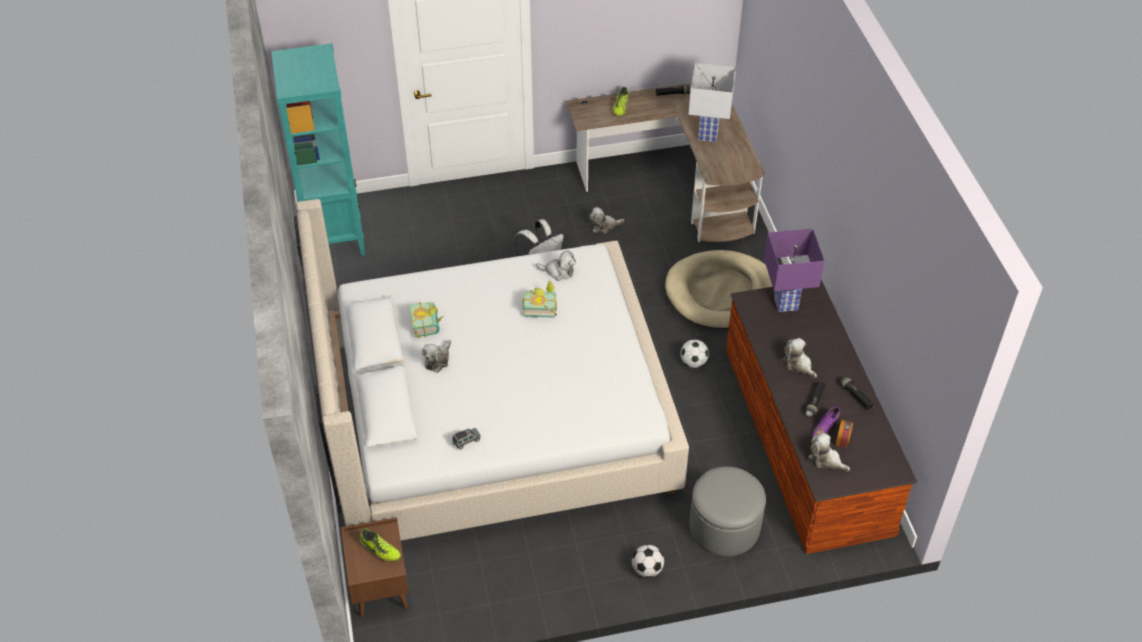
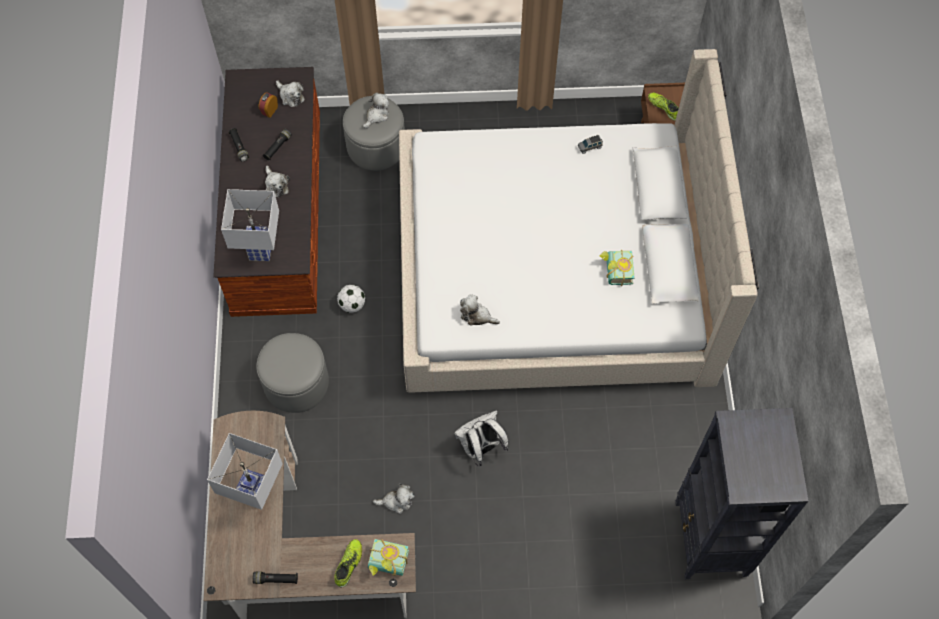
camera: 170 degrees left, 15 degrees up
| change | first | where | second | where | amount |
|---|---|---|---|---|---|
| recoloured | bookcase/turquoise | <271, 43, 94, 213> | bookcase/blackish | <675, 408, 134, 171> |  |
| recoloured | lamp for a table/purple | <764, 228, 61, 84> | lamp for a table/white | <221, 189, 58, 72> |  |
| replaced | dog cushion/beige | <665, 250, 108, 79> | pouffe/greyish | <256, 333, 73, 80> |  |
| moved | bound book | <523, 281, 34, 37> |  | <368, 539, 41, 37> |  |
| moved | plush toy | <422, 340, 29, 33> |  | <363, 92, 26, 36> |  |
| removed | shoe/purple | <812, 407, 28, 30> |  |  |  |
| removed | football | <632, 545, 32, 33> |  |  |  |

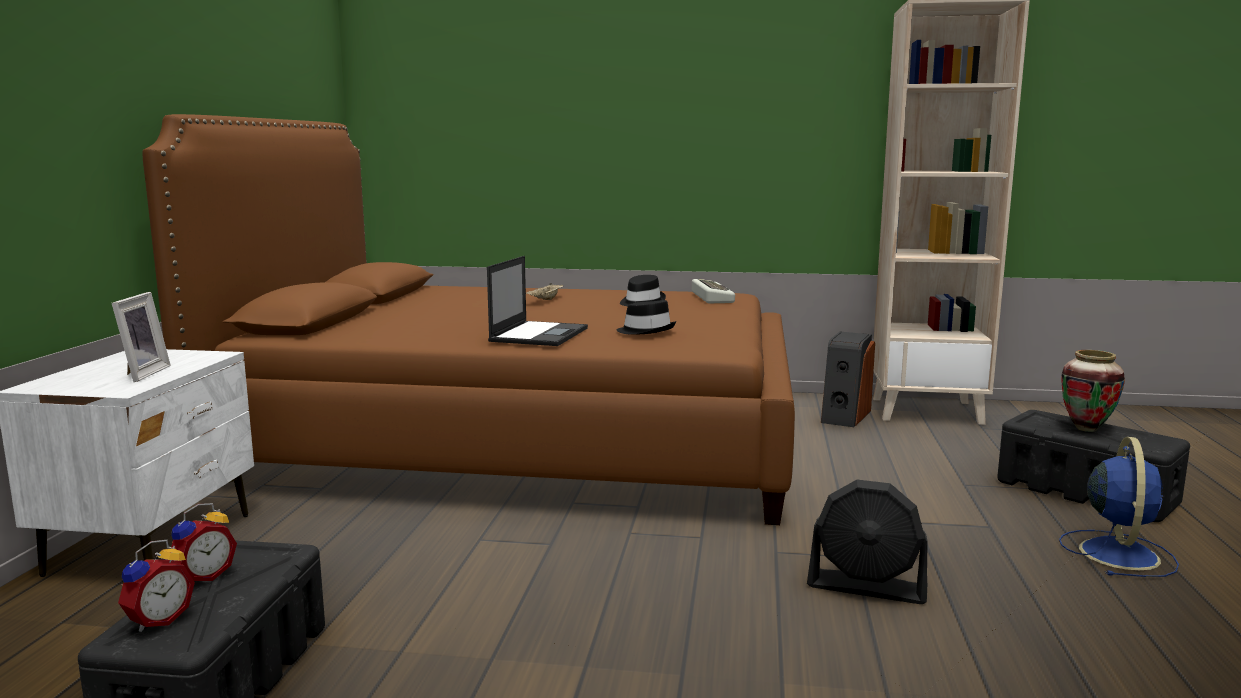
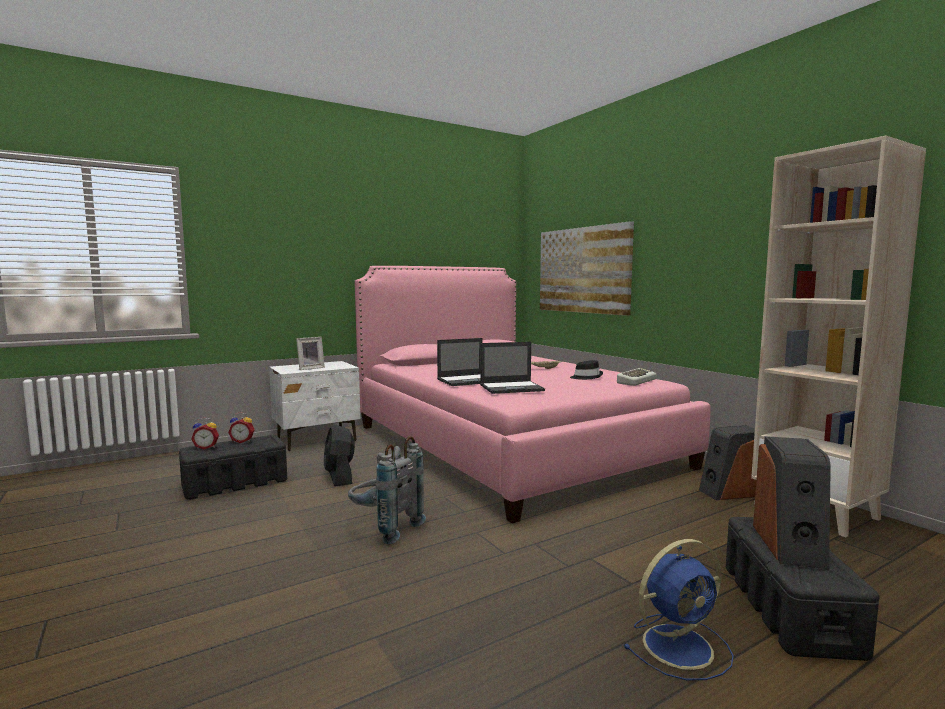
camera: 50 degrees right, 5 degrees down
| change | first | where | second | where | amount |
|---|---|---|---|---|---|
| recoloured | sleeping bed/brown-coloured | <142, 114, 653, 411> | sleeping bed/pink-coloured | <355, 266, 356, 258> |  |
| replaced | clothing hat/blackish | <617, 300, 59, 34> | laptop | <480, 342, 65, 52> |  |
| replaced | flower vase | <1061, 350, 64, 82> | audio speaker | <753, 436, 78, 133> |  |
| moved | fan/blackish | <807, 480, 121, 124> |  | <324, 425, 31, 61> |  |
| added |  |  | wall art | <540, 221, 94, 95> |  |
| added |  |  | rucksack/greyish | <348, 436, 78, 108> |  |

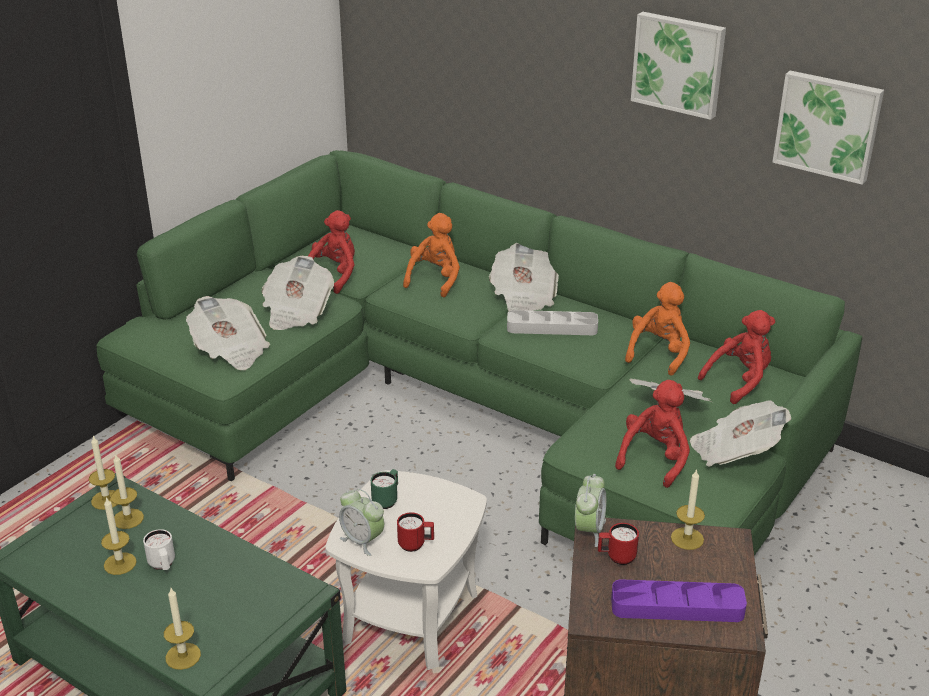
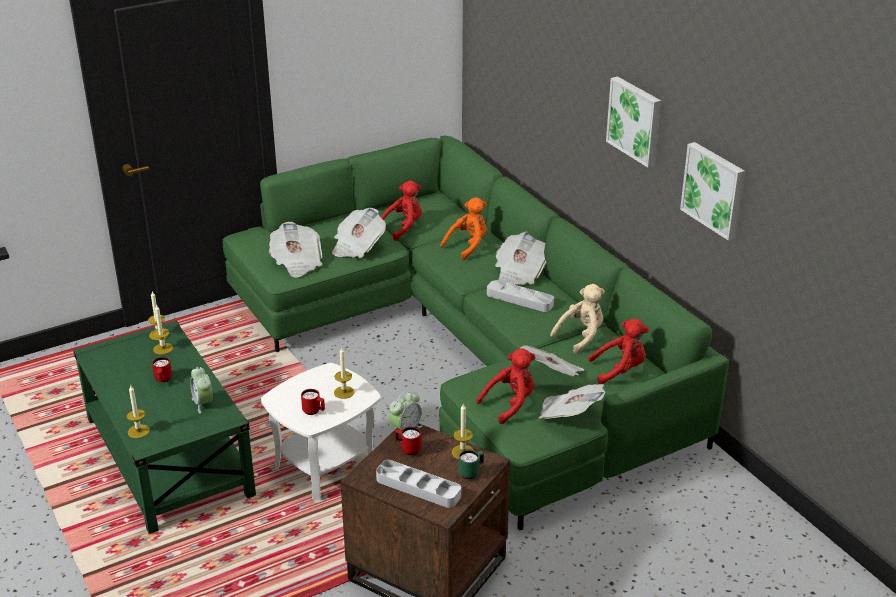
camera: 25 degrees right, 0 degrees up
| change | first | where | second | where | amount |
|---|---|---|---|---|---|
| recoloured | plush toy/orange | <625, 282, 65, 94> | plush toy/beige | <550, 284, 55, 70> |  |
| moved | tea mug/green-coloured | <371, 469, 27, 40> |  | <459, 450, 25, 29> |  |
| moved | table clock | <339, 489, 45, 67> |  | <190, 367, 23, 46> |  |
| moved | candle | <101, 497, 36, 78> |  | <334, 348, 20, 51> |  |
| recoloured | tea mug/white | <143, 529, 32, 41> | tea mug/reddish | <152, 357, 20, 25> |  |
| recoloured | carrying tray/purple | <611, 579, 136, 43> | carrying tray/greyish | <376, 460, 85, 48> |  |

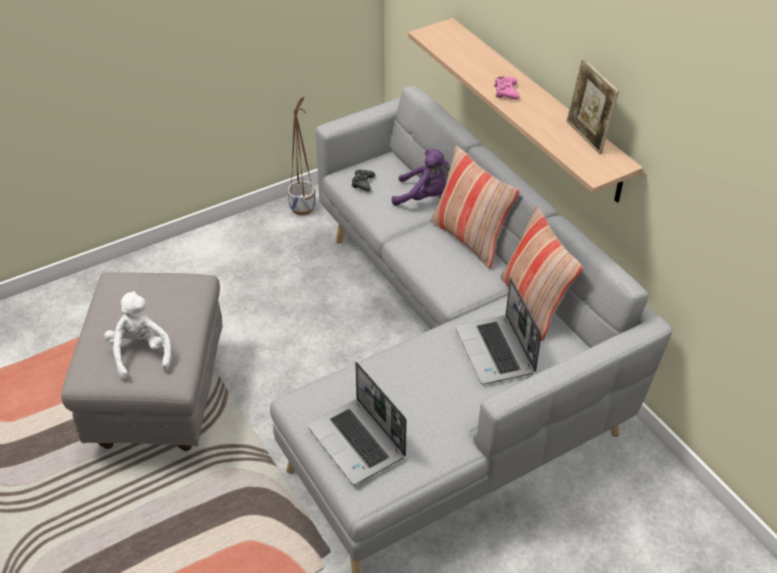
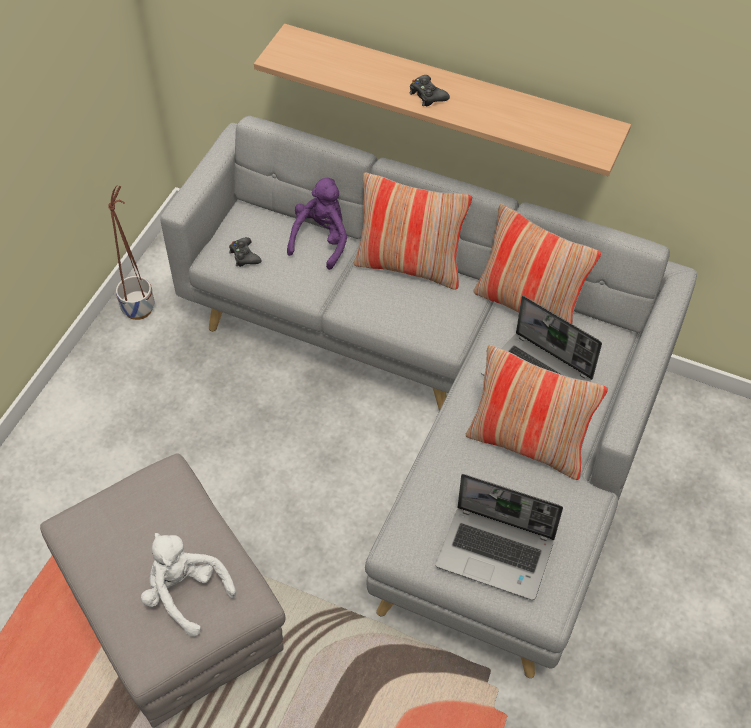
camera: 35 degrees left, 10 degrees up
| change | first | where | second | where | amount |
|---|---|---|---|---|---|
| removed | picture frame | <566, 58, 53, 96> |  |  |  |
| recoloured | joypad/pink-coloured | <494, 76, 26, 24> | joypad/blackish | <409, 75, 41, 31> |  |
| turned | plush toy/purple | <392, 149, 56, 57> |  | <287, 178, 60, 92> | 45 degrees counterclockwise |
| added |  |  | cushion | <466, 345, 142, 135> |  |

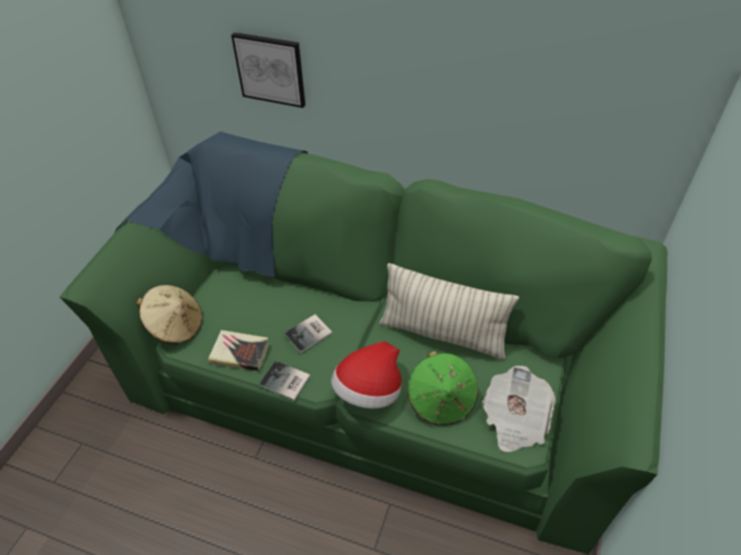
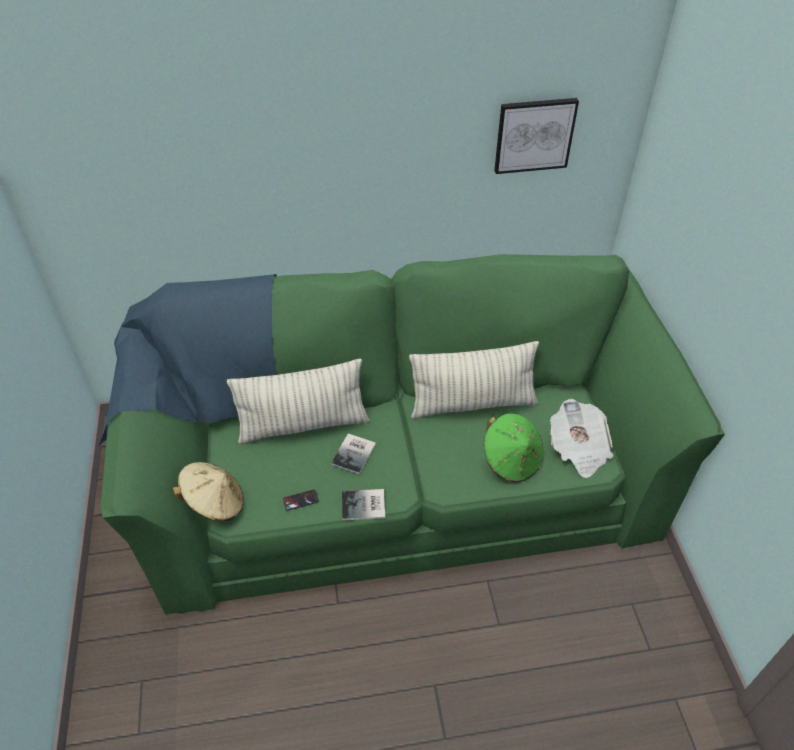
camera: 30 degrees left, 0 degrees up
| change | first | where | second | where | amount |
|---|---|---|---|---|---|
| moved | wall art | <231, 32, 74, 76> |  | <494, 98, 85, 76> |  |
| replaced | bound book | <208, 330, 61, 41> | handset | <283, 490, 36, 21> |  |
| removed | clothing hat | <331, 341, 71, 68> |  |  |  |
| added |  |  | cushion | <227, 359, 143, 85> |  |

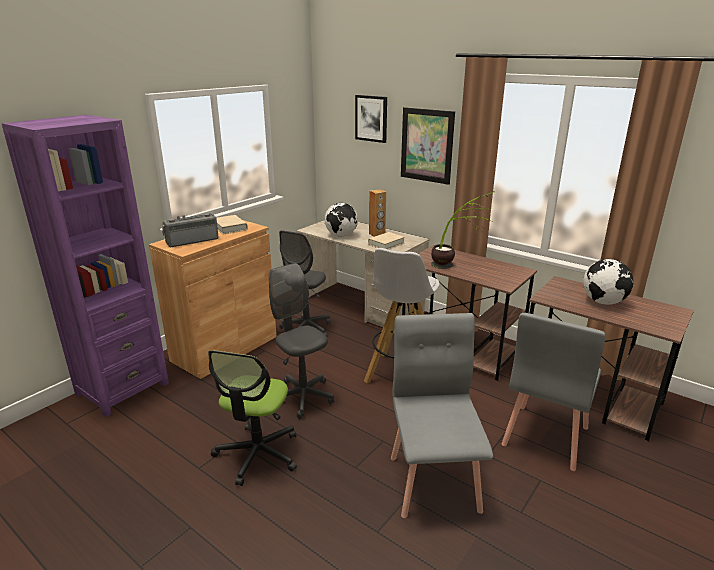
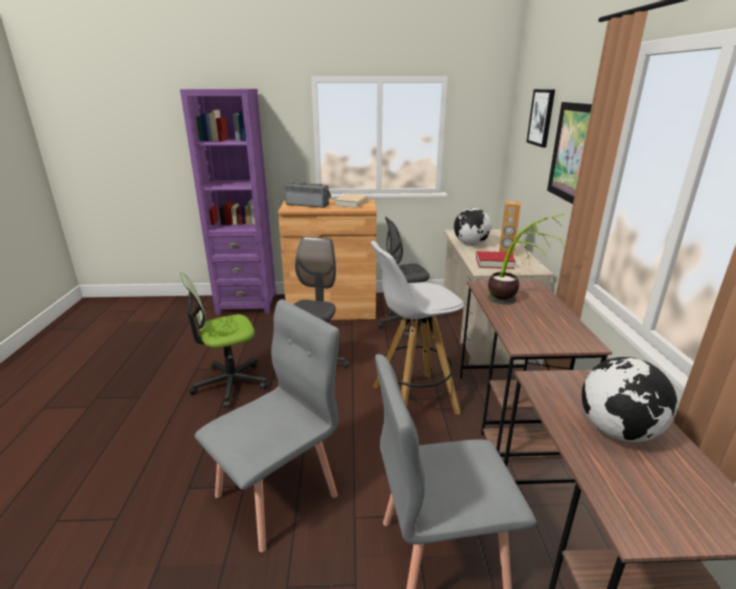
camera: 50 degrees right, 0 degrees up
| change | first | where | second | where | amount |
|---|---|---|---|---|---|
| recoloured | bound book/beige | <368, 232, 37, 17> | bound book/reddish | <476, 251, 40, 18> |  |

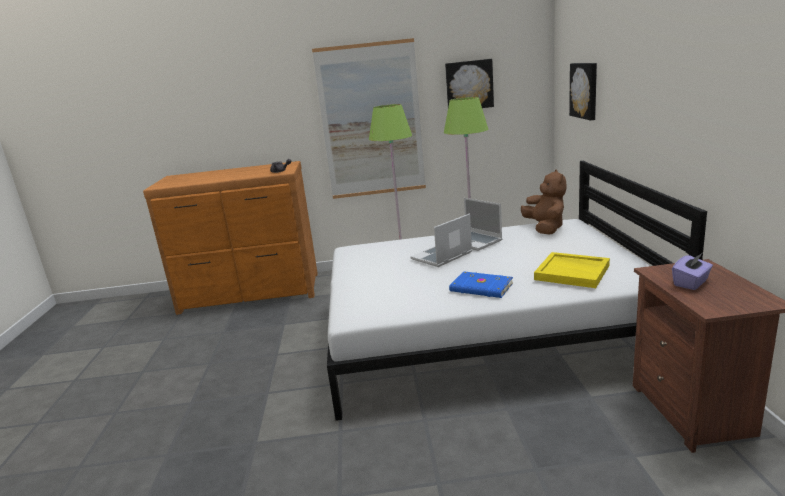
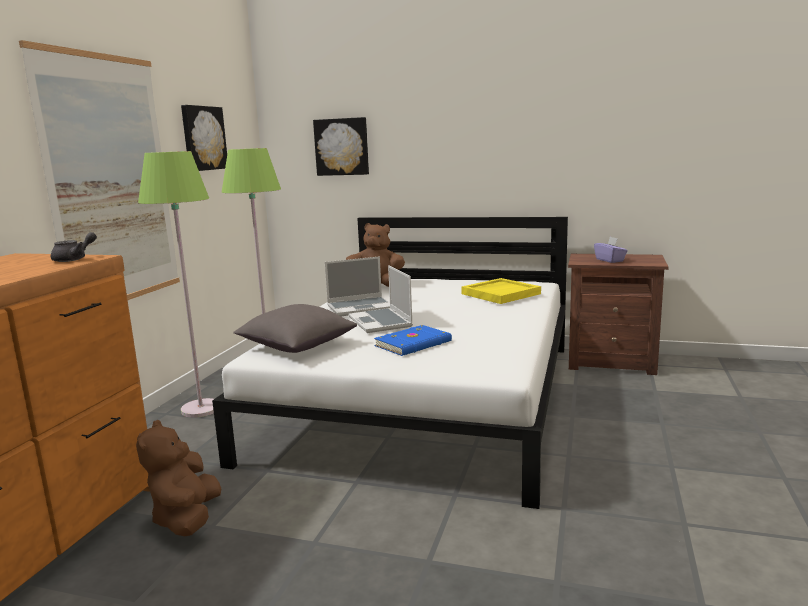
camera: 70 degrees left, 5 degrees down
| change | first | where | second | where | amount |
|---|---|---|---|---|---|
| moved | bound book/bluish | <449, 271, 64, 27> |  | <374, 325, 78, 31> |  |
| added |  |  | cushion/greyish | <233, 304, 124, 49> |  |
| added |  |  | plush toy/brown-coloured | <136, 420, 85, 116> |  |

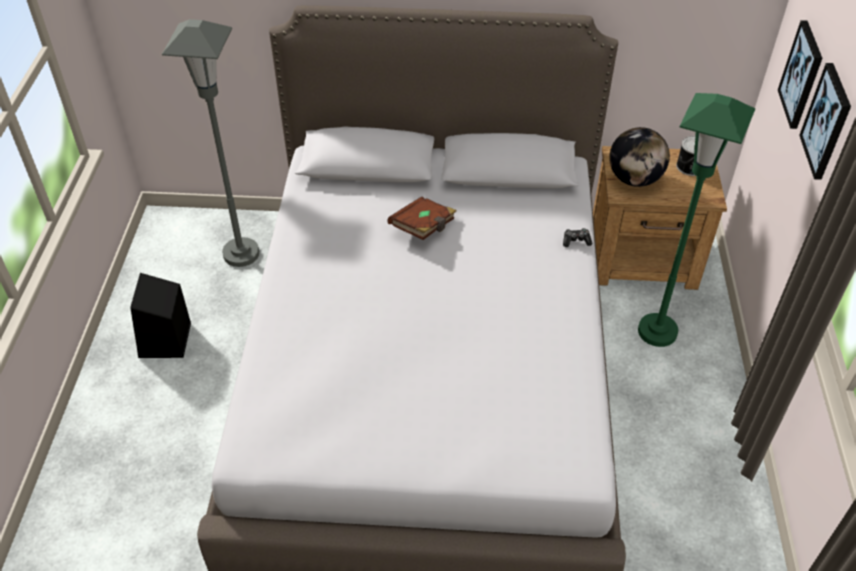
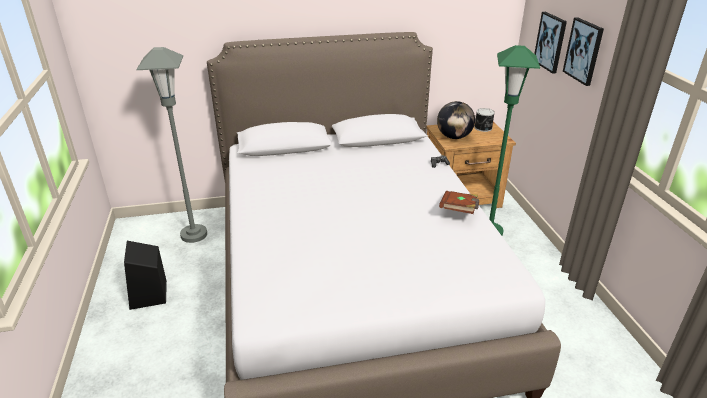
camera: 15 degrees left, 15 degrees down
| change | first | where | second | where | amount |
|---|---|---|---|---|---|
| moved | bound book/brown-coloured | <388, 197, 68, 43> |  | <439, 191, 40, 23> |  |

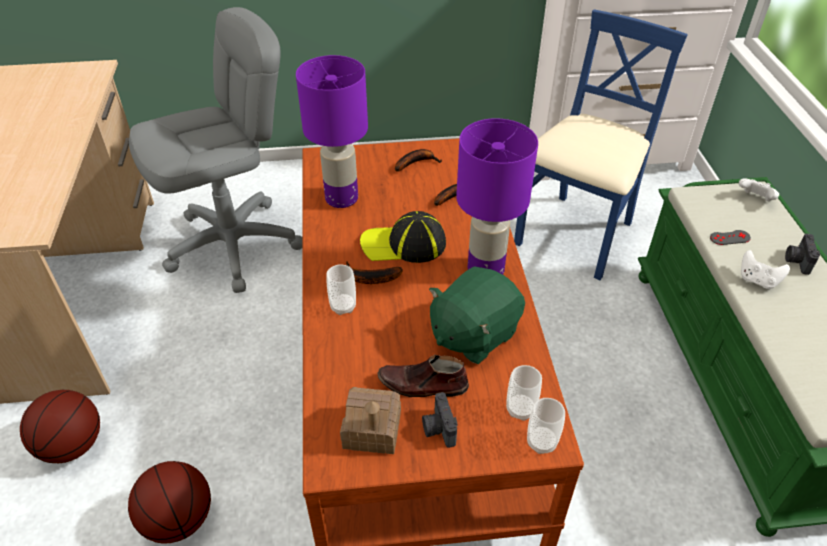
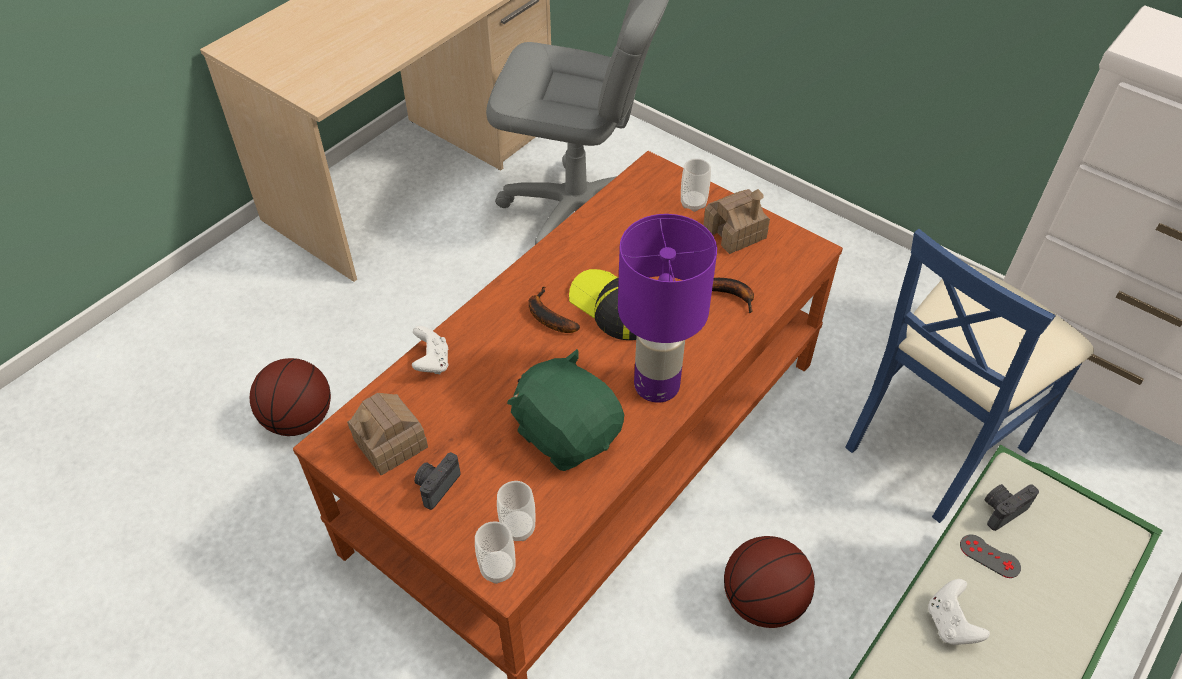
camera: 45 degrees right, 5 degrees up
| change | first | where | second | where | amount |
|---|---|---|---|---|---|
| turned | upright chair/bluish | <514, 9, 174, 271> |  | <845, 229, 249, 294> | 150 degrees clockwise |
| removed | lamp for a table/purple | <296, 55, 72, 153> |  |  |  |
| replaced | banana fruit | <395, 149, 47, 23> | miniature house | <703, 189, 67, 65> |  |
| moved | joypad/white | <739, 178, 40, 23> |  | <412, 326, 36, 48> |  |
| moved | photo camera | <785, 233, 35, 42> |  | <984, 484, 55, 47> |  |
| moved | cup | <326, 264, 30, 51> |  | <681, 159, 30, 53> |  |
| turned | plush toy/green-coloured | <429, 267, 96, 97> |  | <507, 349, 117, 122> | 45 degrees clockwise |
| removed | shoe/brown-coloured | <377, 355, 92, 42> |  |  |  |
| moved | basketball | <20, 390, 80, 73> |  | <724, 536, 91, 92> |  |

